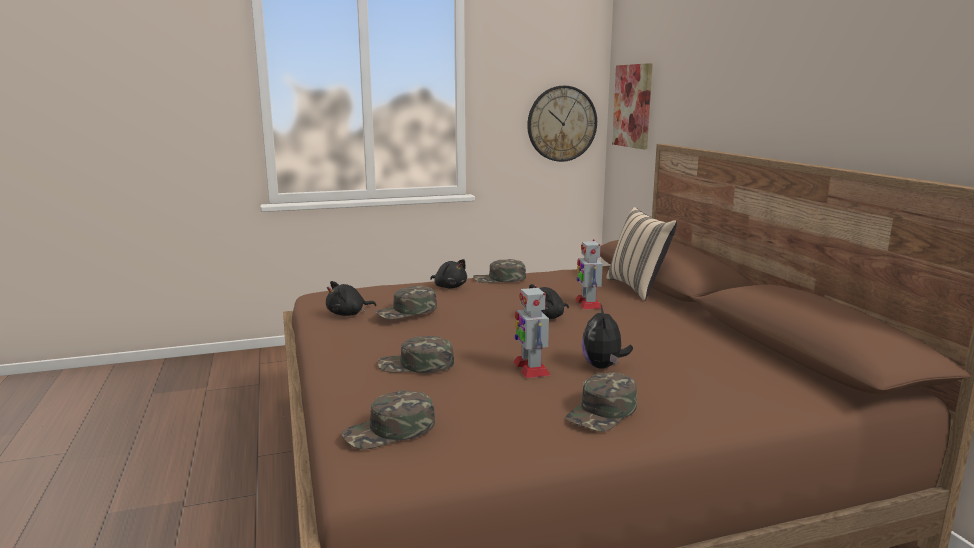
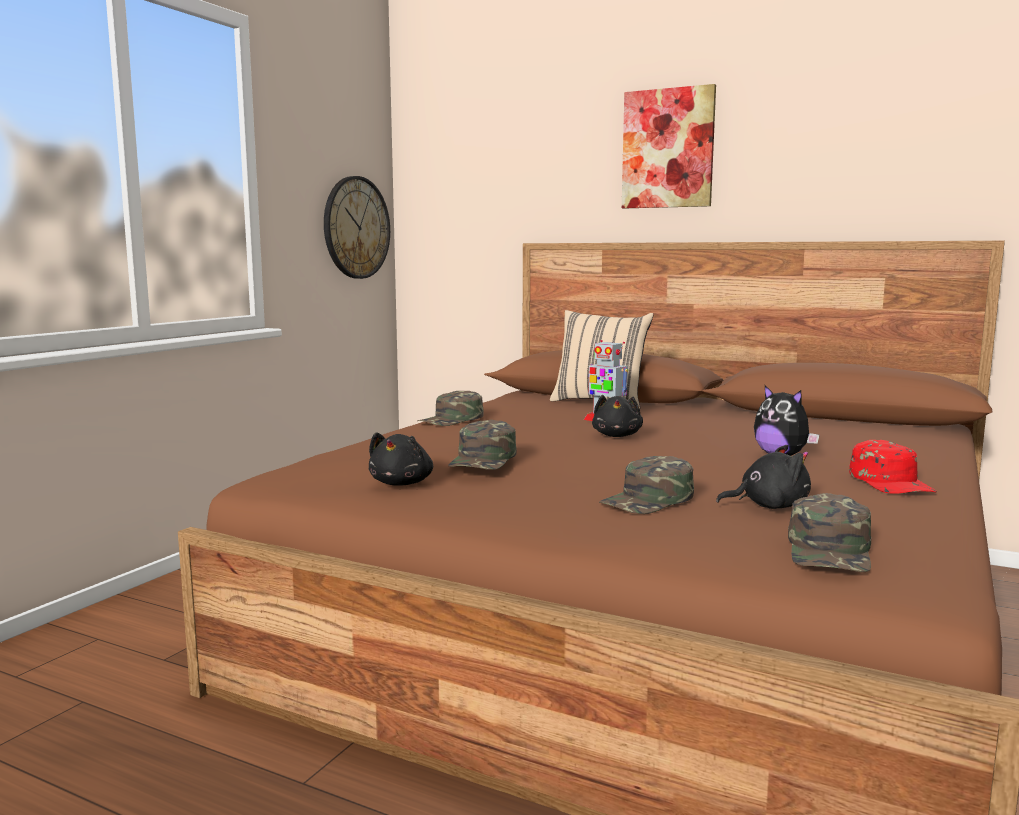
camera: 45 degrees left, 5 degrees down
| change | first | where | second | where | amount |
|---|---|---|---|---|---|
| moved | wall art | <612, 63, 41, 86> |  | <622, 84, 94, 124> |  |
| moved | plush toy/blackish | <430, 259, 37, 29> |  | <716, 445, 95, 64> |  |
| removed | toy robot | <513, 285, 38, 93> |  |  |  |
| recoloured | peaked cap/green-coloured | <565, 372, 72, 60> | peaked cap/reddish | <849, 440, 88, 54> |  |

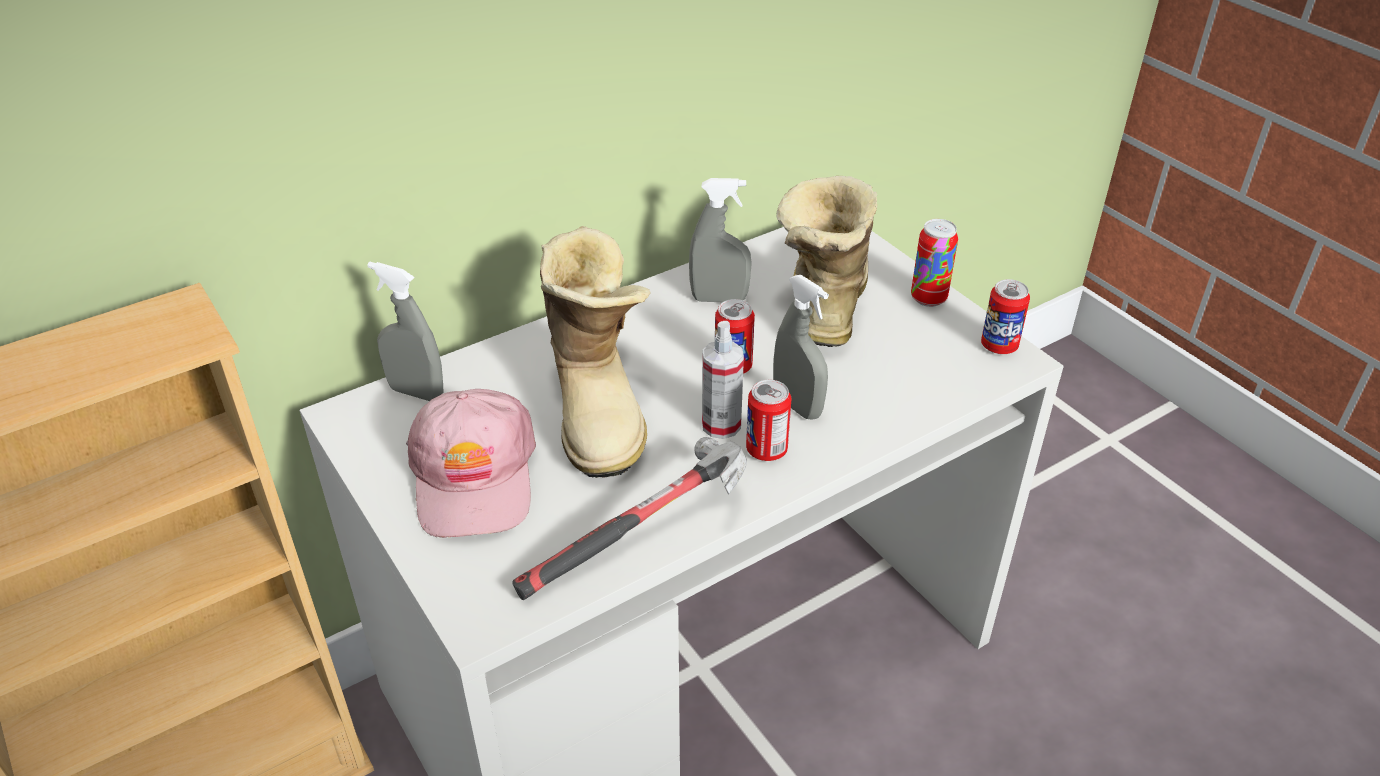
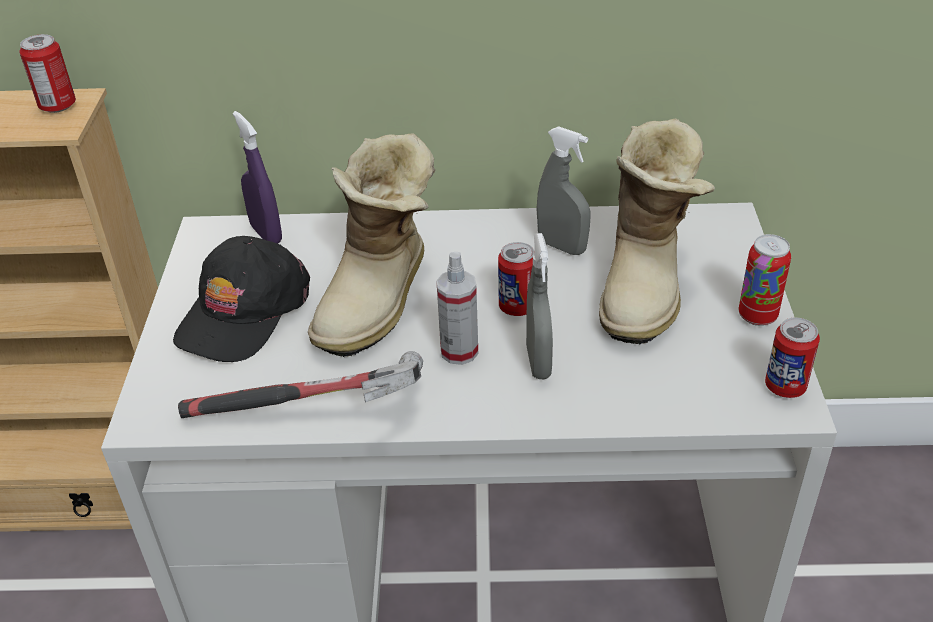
camera: 35 degrees right, 0 degrees up
| change | first | where | second | where | amount |
|---|---|---|---|---|---|
| turned | high-top boot | <777, 176, 100, 171> |  | <599, 118, 116, 227> | 150 degrees clockwise |
| recoloured | hand sprayer/greyish | <367, 262, 76, 139> | hand sprayer/purple | <233, 111, 49, 133> |  |
| moved | can | <746, 380, 45, 81> |  | <19, 34, 57, 79> |  |
| recoloured | peaked cap/pink-coloured | <406, 389, 130, 149> | peaked cap/blackish | <173, 236, 137, 126> |  |

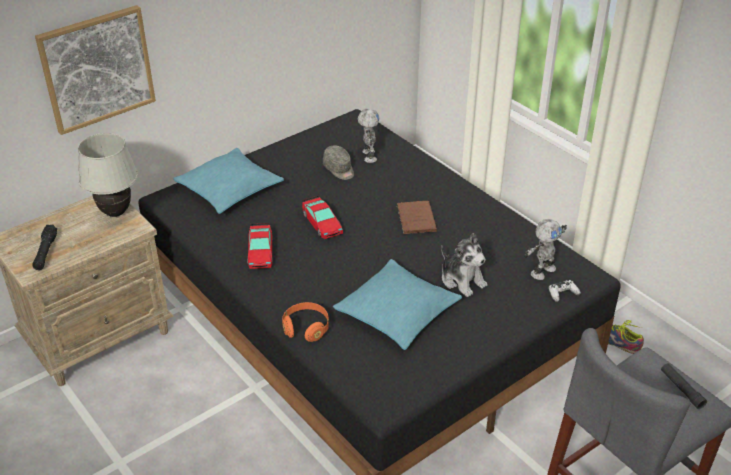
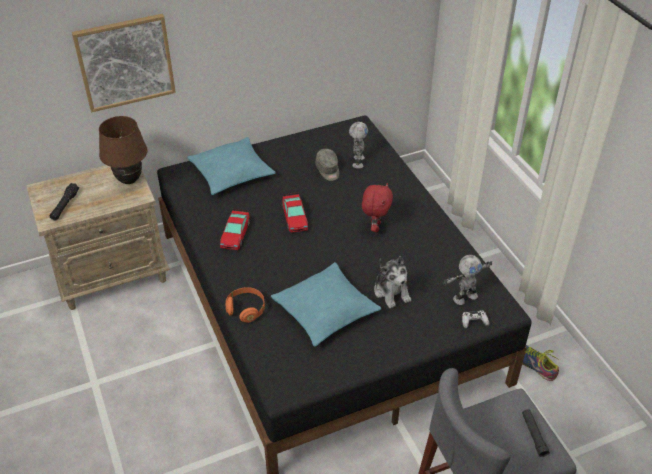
camera: 15 degrees right, 5 degrees up
| change | first | where | second | where | amount |
|---|---|---|---|---|---|
| recoloured | lamp for a table/white | <78, 133, 60, 84> | lamp for a table/brown-coloured | <99, 116, 49, 68> |  |
| replaced | bound book/brown-coloured | <397, 201, 40, 33> | plush toy/reddish | <362, 183, 31, 49> |  |

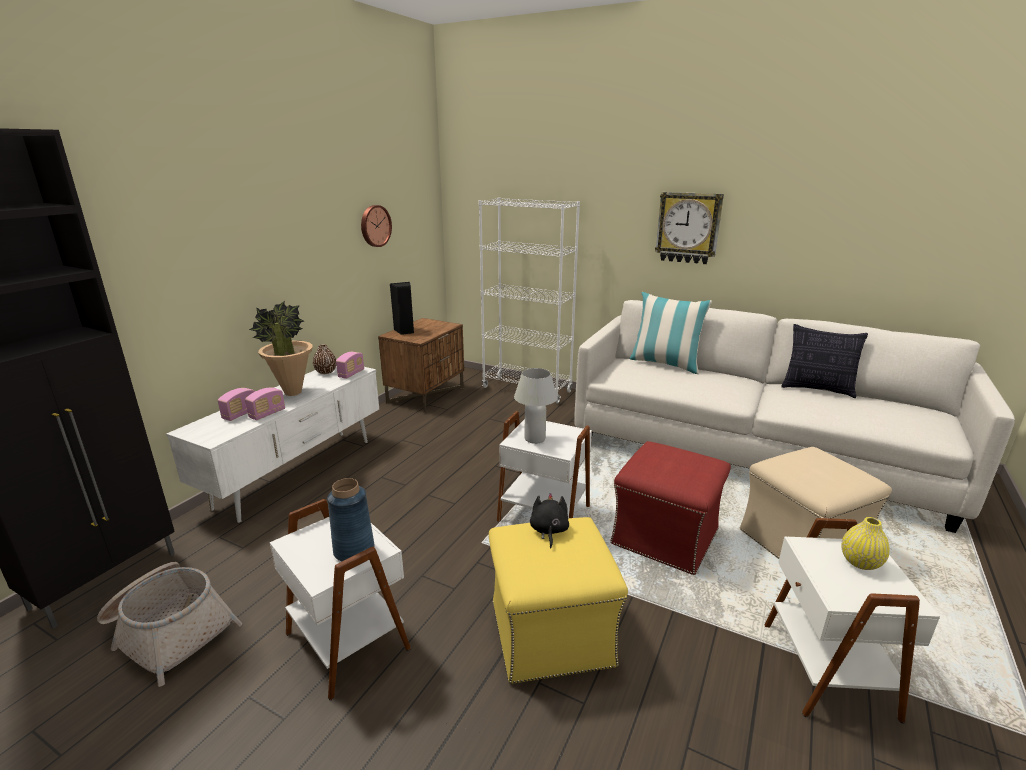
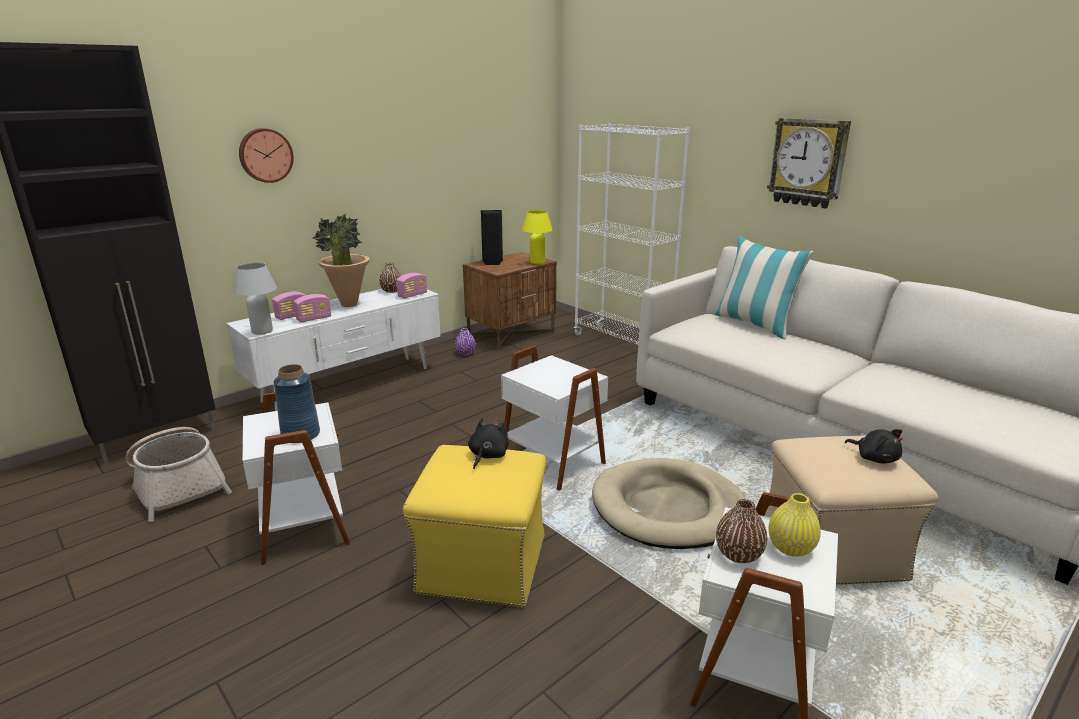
camera: 20 degrees right, 0 degrees up
| change | first | where | second | where | amount |
|---|---|---|---|---|---|
| moved | wall clock | <361, 205, 31, 42> |  | <239, 128, 55, 55> |  |
| removed | cushion | <781, 324, 87, 74> |  |  |  |
| moved | lamp for a table/white | <514, 368, 44, 76> |  | <233, 263, 44, 72> |  |
| replaced | pouffe/reddish | <610, 441, 121, 134> | dog cushion/beige | <592, 458, 154, 91> |  |
| added |  |  | lamp for a table/yellowish | <522, 210, 31, 54> |  |
| added |  |  | flower vase/purple | <455, 328, 21, 27> |  |
| added |  |  | plush toy/blackish | <845, 429, 58, 35> |  |
| added |  |  | flower vase/brown-coloured | <716, 499, 51, 64> |  |

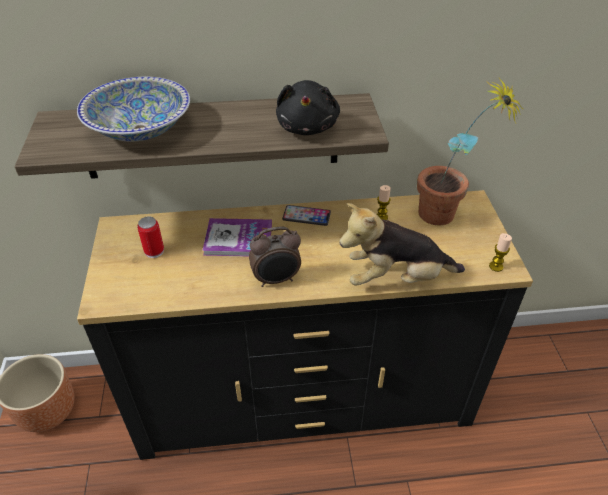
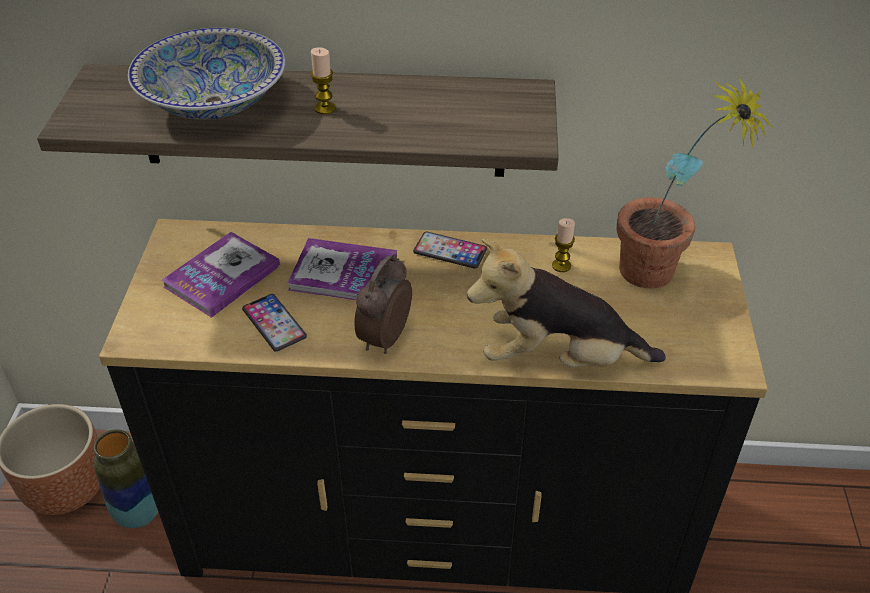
camera: 10 degrees right, 0 degrees up
| change | first | where | second | where | amount |
|---|---|---|---|---|---|
| removed | plush toy/blackish | <276, 80, 64, 55> |  |  |  |
| replaced | can | <137, 217, 27, 41> | bound book | <162, 232, 118, 86> |  |
| turned | table clock | <249, 227, 52, 60> |  | <354, 254, 58, 100> | 120 degrees clockwise |
| moved | candle | <489, 233, 23, 39> |  | <310, 47, 26, 68> |  |
| added |  |  | handset | <242, 294, 65, 58> |  |
| added |  |  | flower vase | <93, 429, 65, 99> |  |

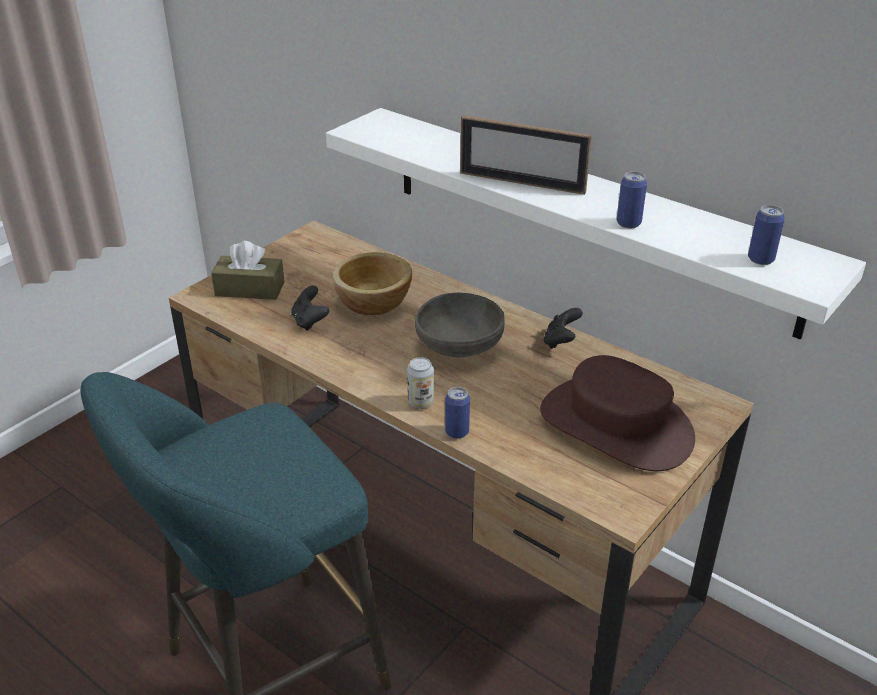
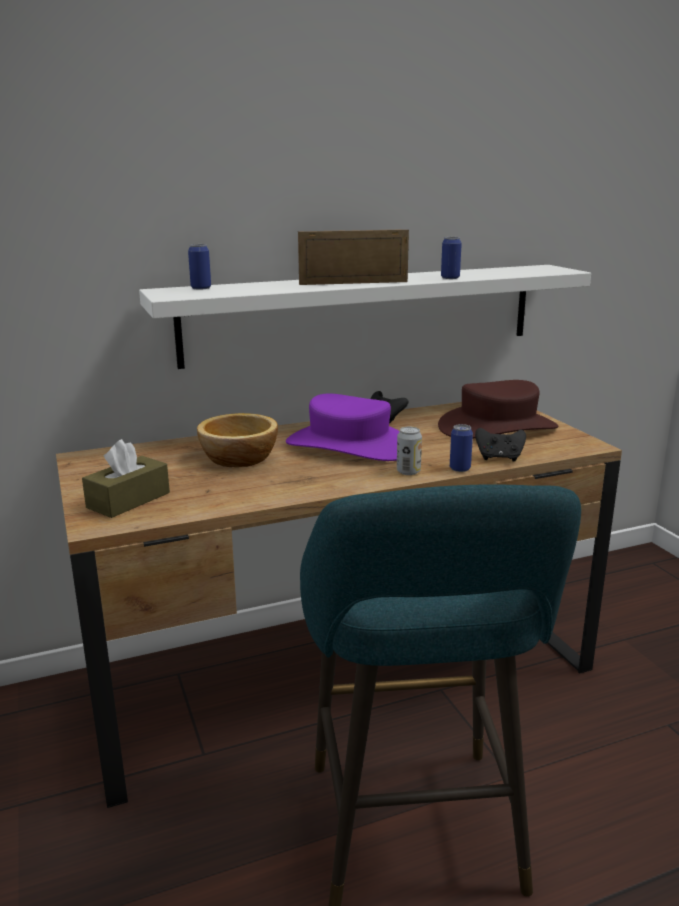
camera: 60 degrees left, 15 degrees down
| change | first | where | second | where | amount |
|---|---|---|---|---|---|
| turned | picture frame | <460, 115, 132, 80> |  | <298, 229, 111, 56> | 150 degrees counterclockwise |
| moved | can | <748, 205, 37, 60> |  | <188, 244, 23, 46> |  |
| moved | joypad/blackish | <291, 286, 38, 45> |  | <475, 428, 51, 34> |  |
| replaced | serving bowl/greyish | <415, 293, 90, 64> | clothing hat/purple | <286, 394, 114, 67> |  |

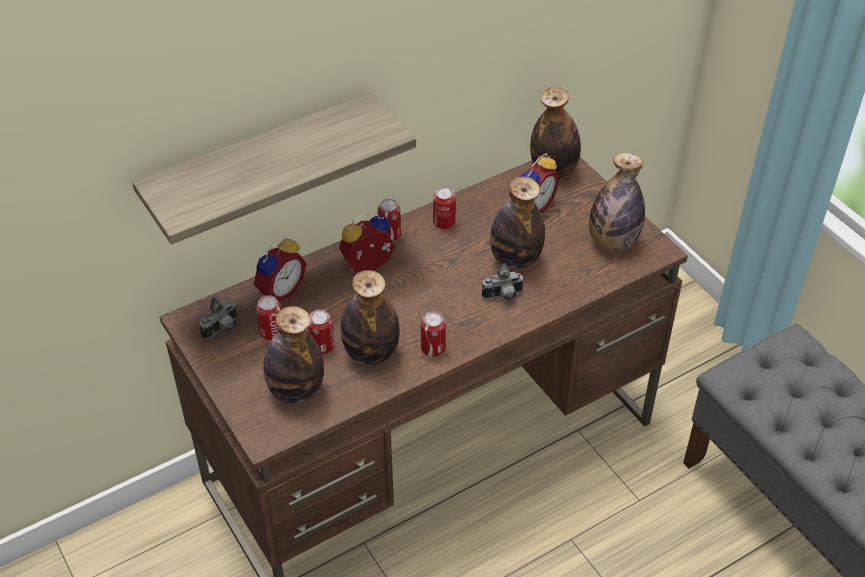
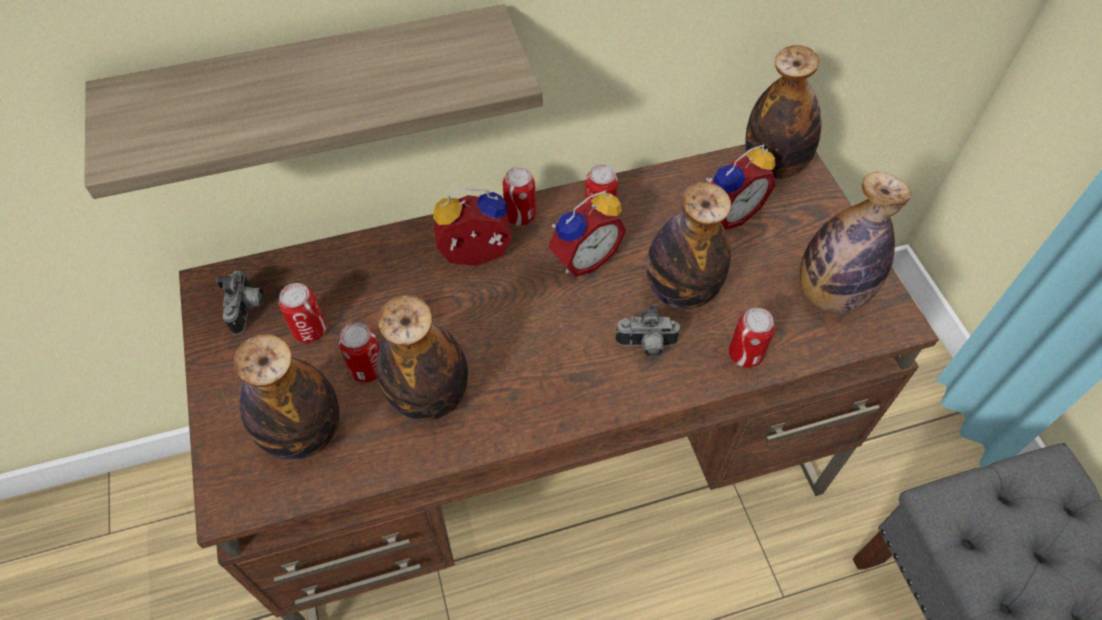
camera: 15 degrees right, 10 degrees up
| change | first | where | second | where | amount |
|---|---|---|---|---|---|
| moved | table clock | <253, 236, 54, 66> |  | <548, 191, 78, 86> |  |
| turned | photo camera | <199, 297, 38, 42> |  | <216, 271, 47, 64> | 60 degrees counterclockwise |
| moved | can | <421, 311, 25, 46> |  | <729, 308, 46, 60> |  |

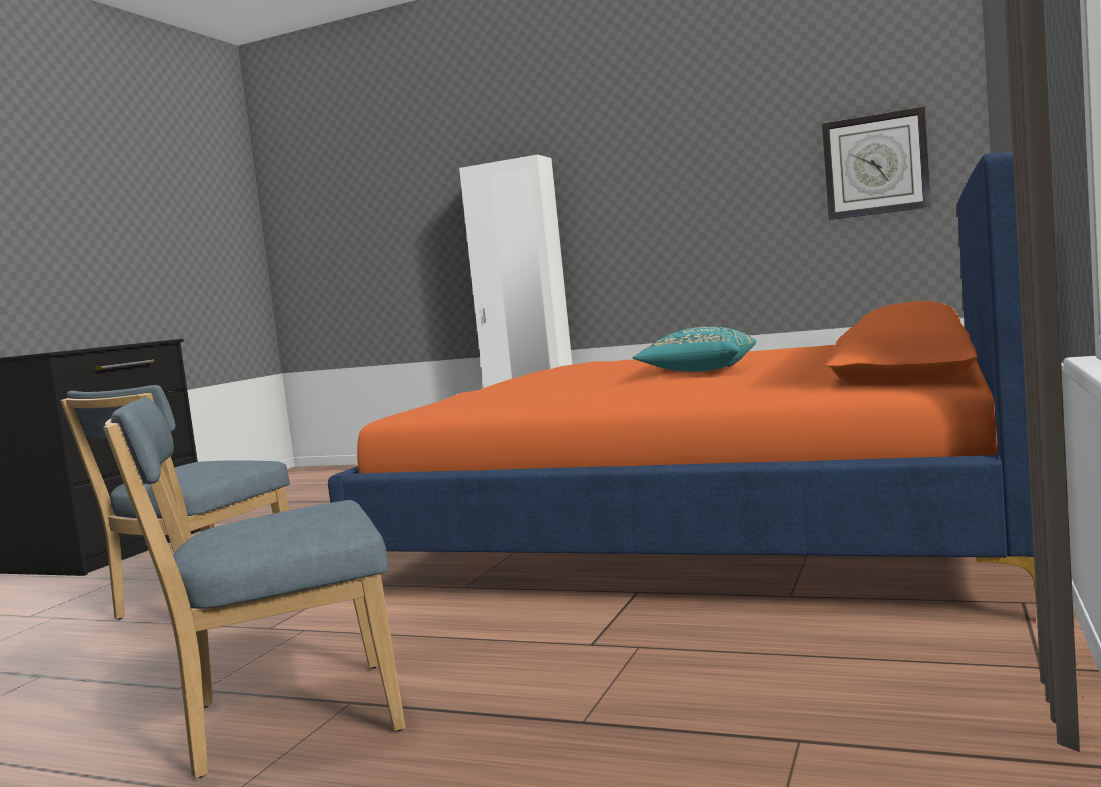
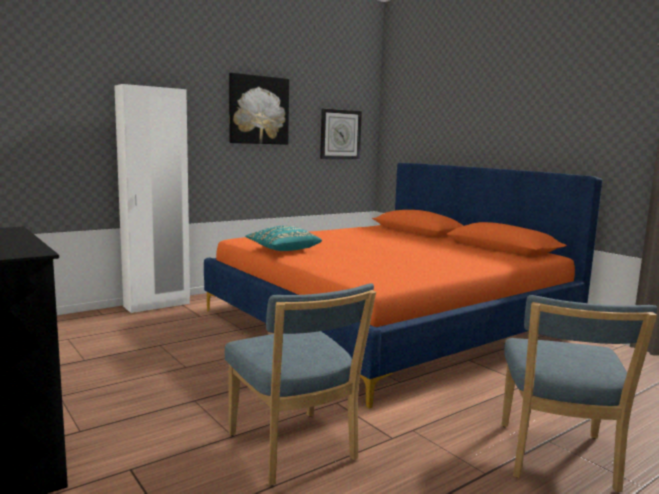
camera: 60 degrees left, 5 degrees up
| change | first | where | second | where | amount |
|---|---|---|---|---|---|
| moved | cushion/turquoise | <633, 327, 123, 45> |  | <245, 226, 77, 25> |  |
| added |  |  | wall art | <229, 73, 60, 72> |  |

